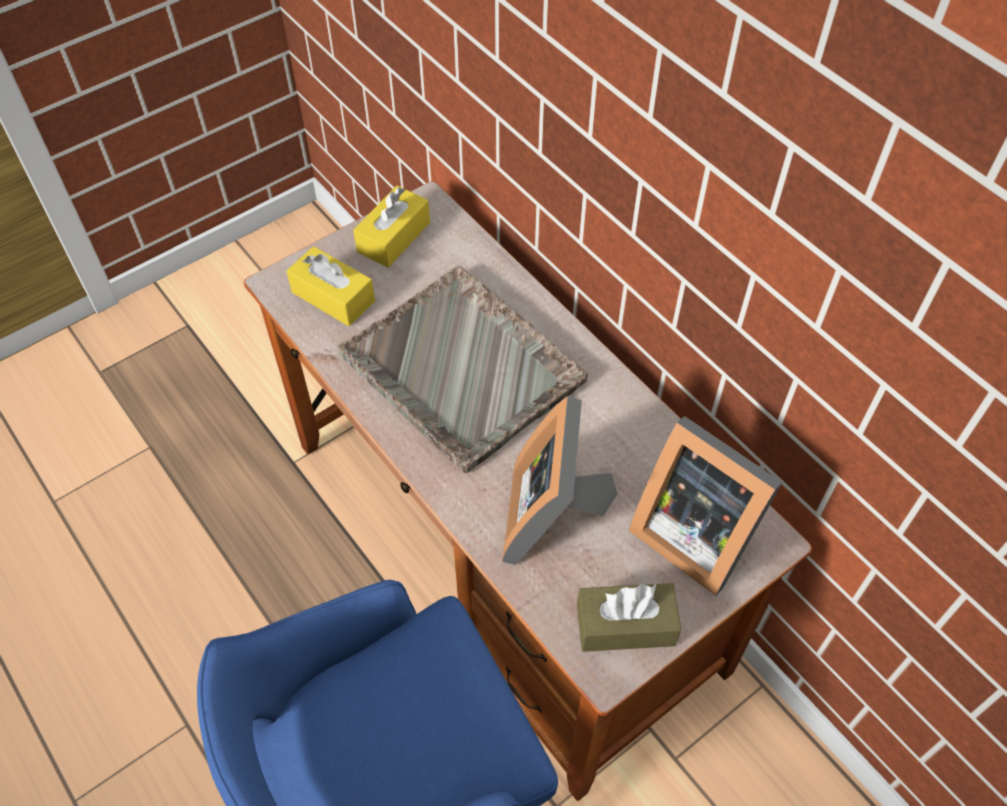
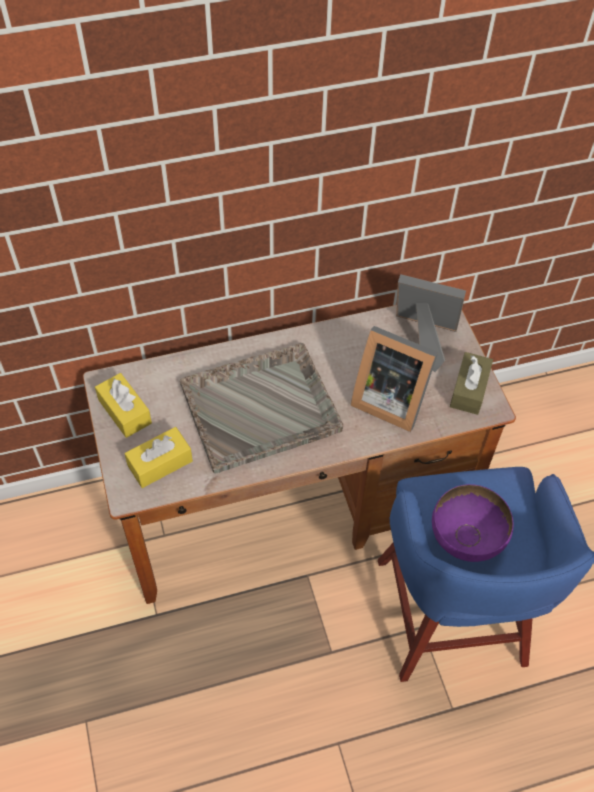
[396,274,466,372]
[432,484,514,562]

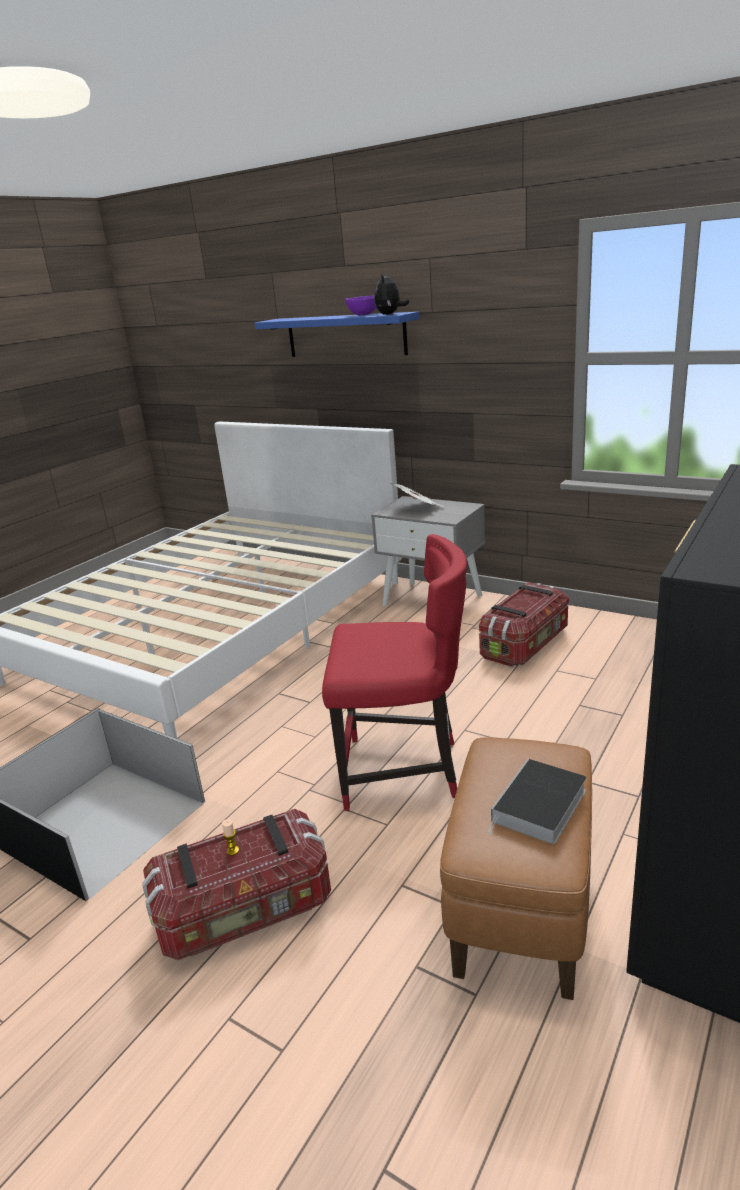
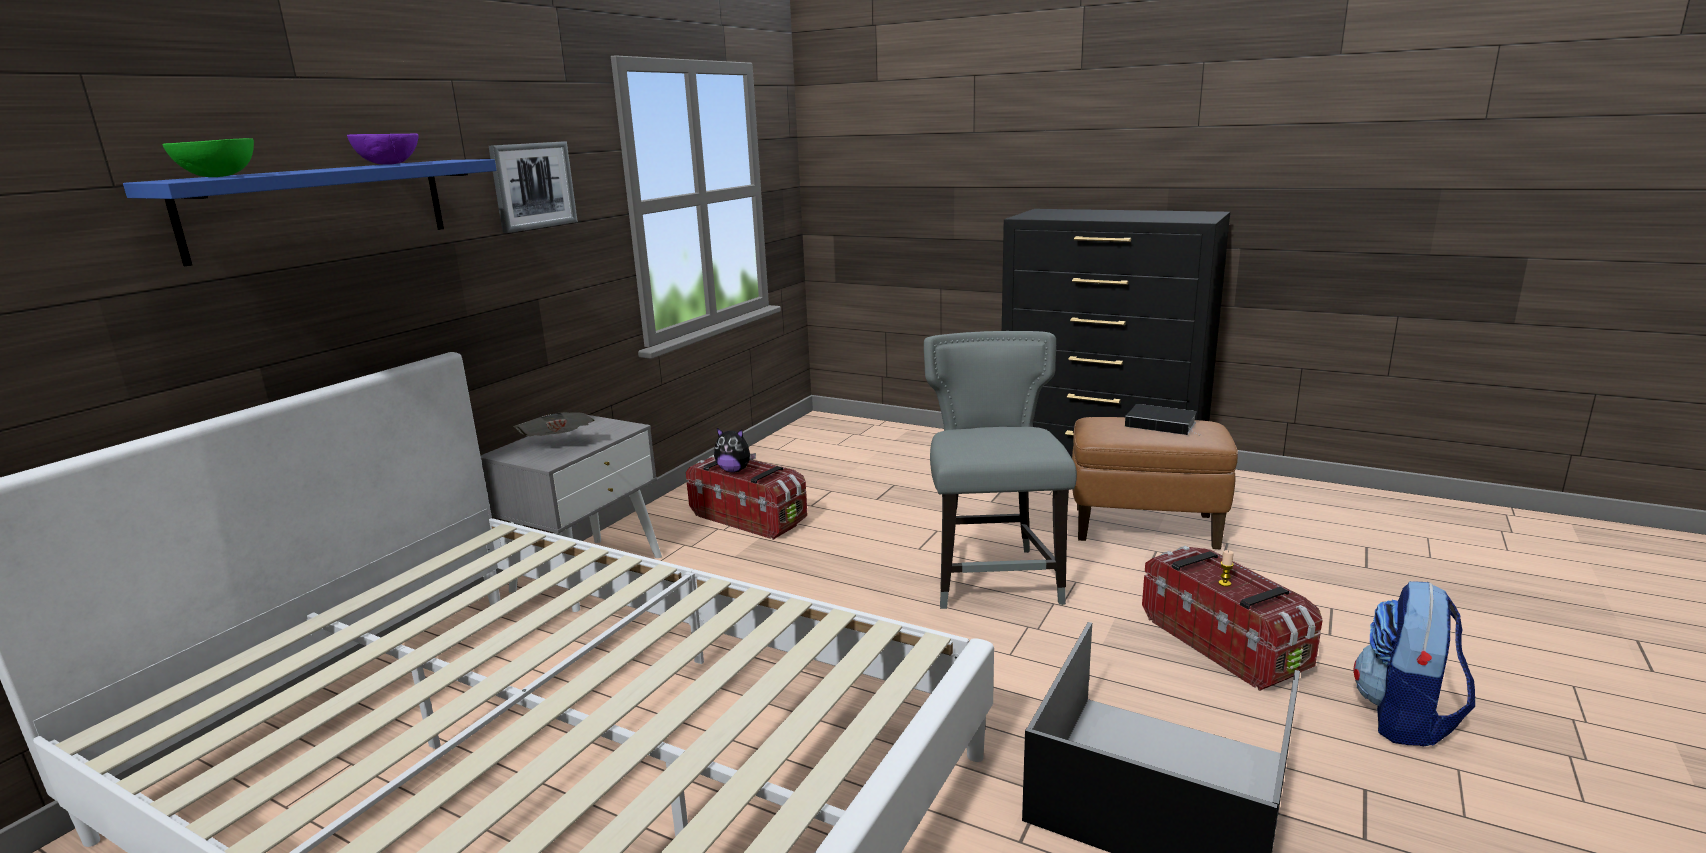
[924,331,1077,609]
[714,428,756,473]
[162,138,254,177]
[489,141,578,233]
[1353,581,1475,746]

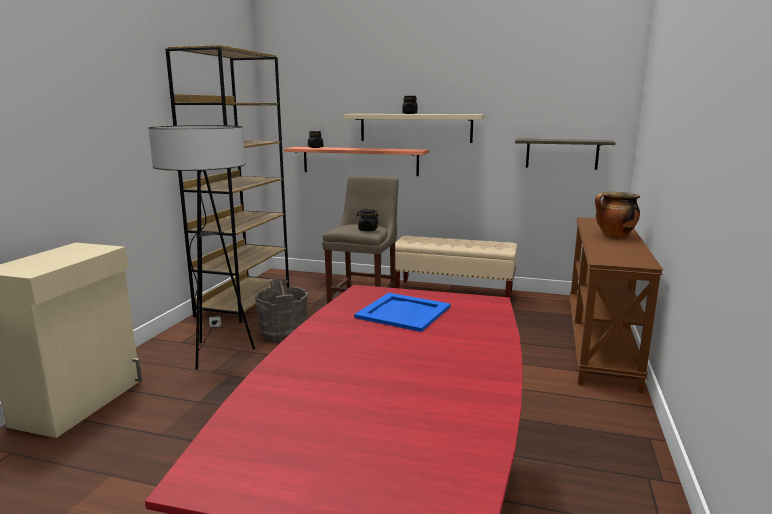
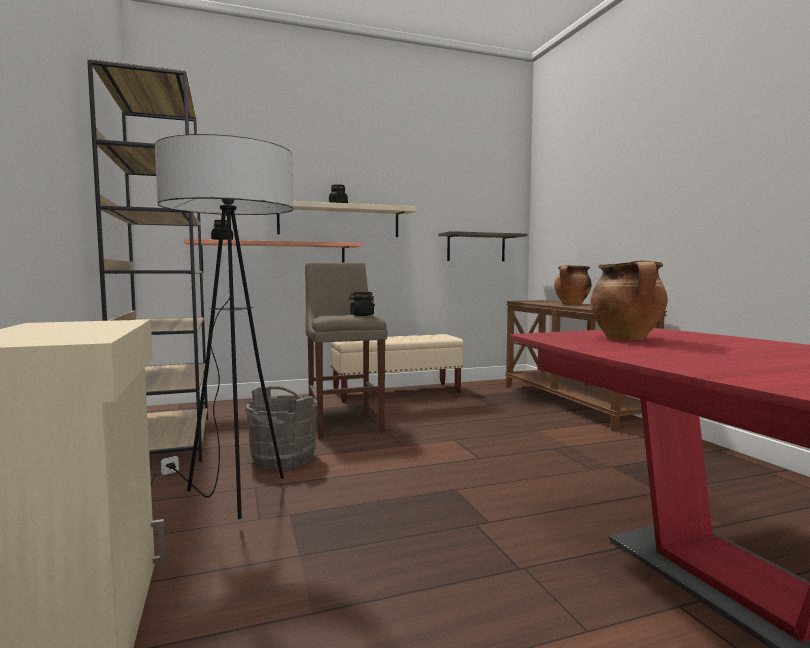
[591,260,668,340]

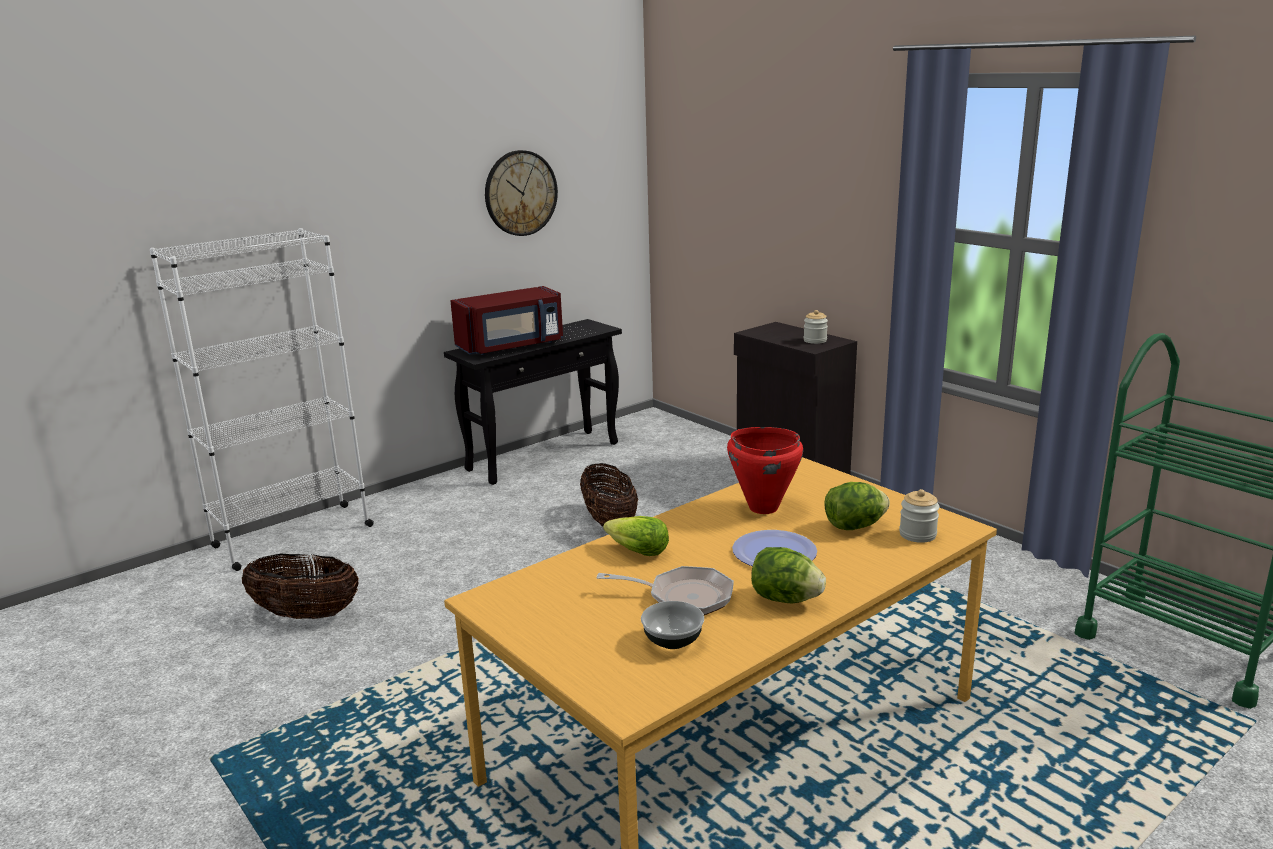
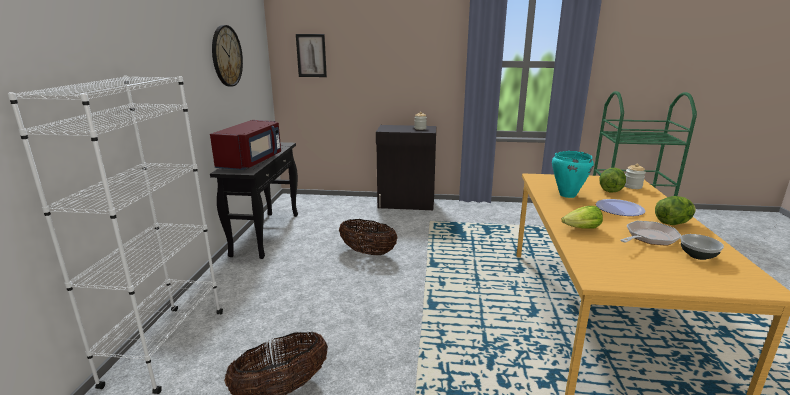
[552,151,594,198]
[296,34,327,77]

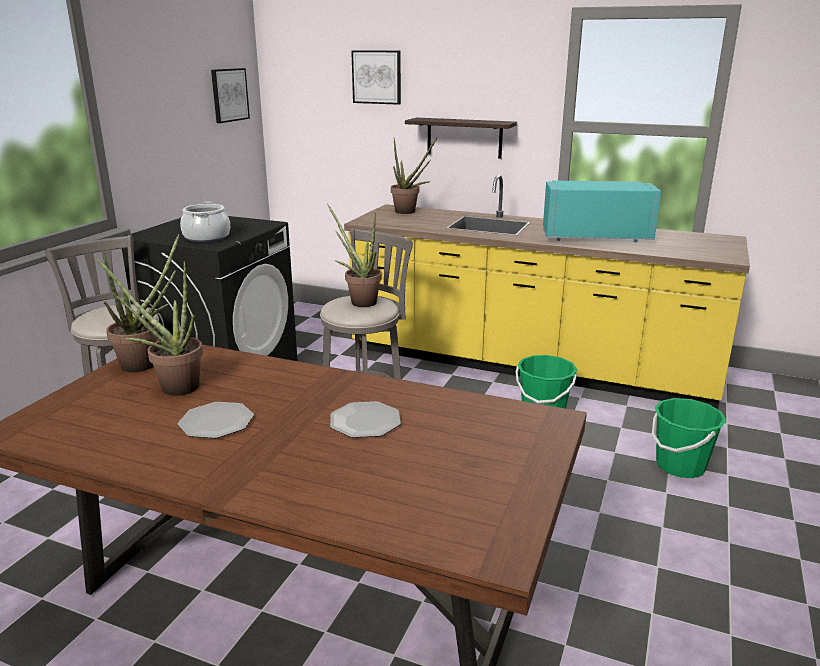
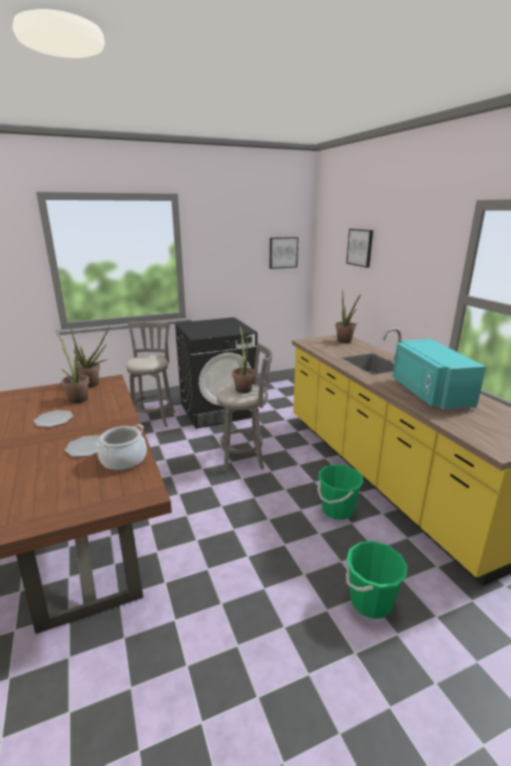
[95,424,147,471]
[405,118,517,159] (first image)
[392,339,486,410]

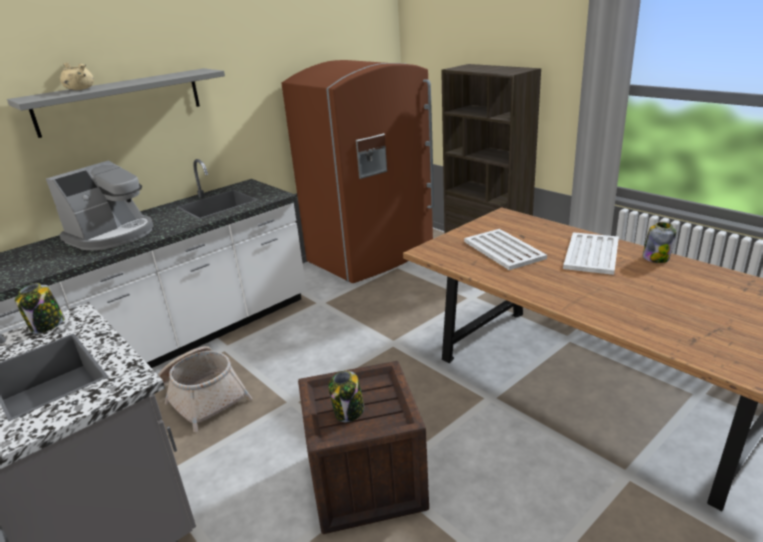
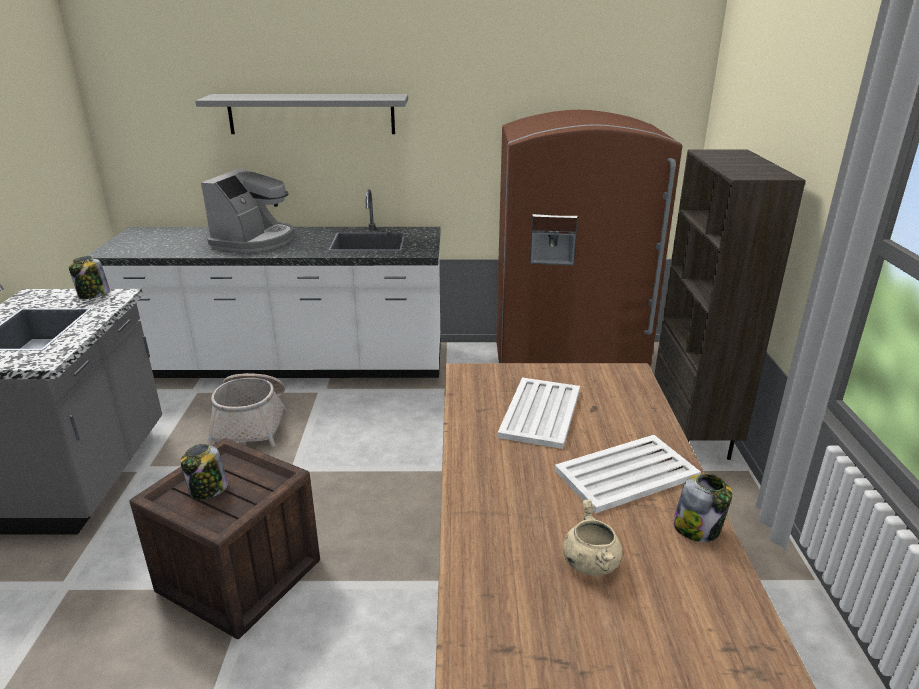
[201,168,295,252]
[563,500,622,576]

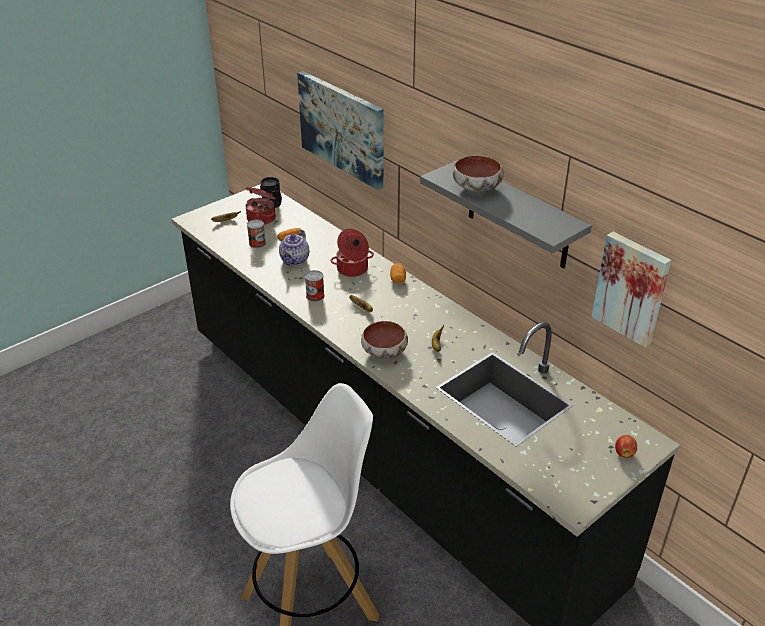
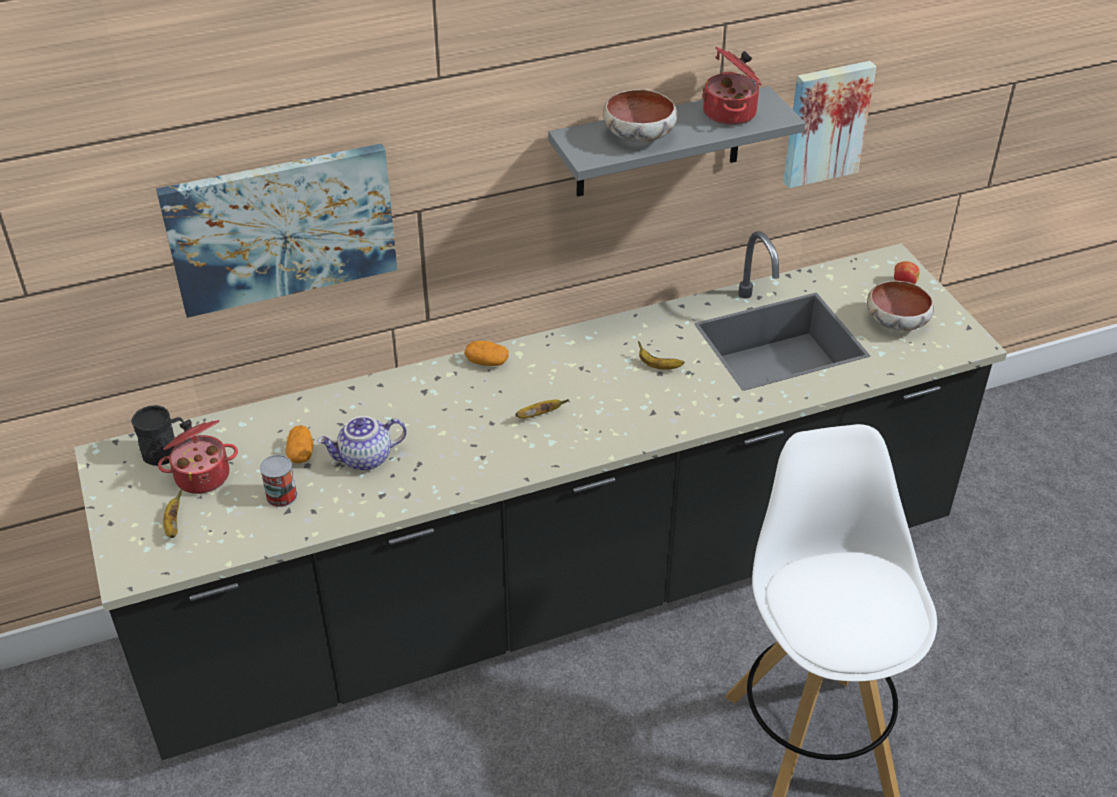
[317,416,407,471]
[305,270,324,302] (first image)
[702,47,762,125]
[867,281,934,331]

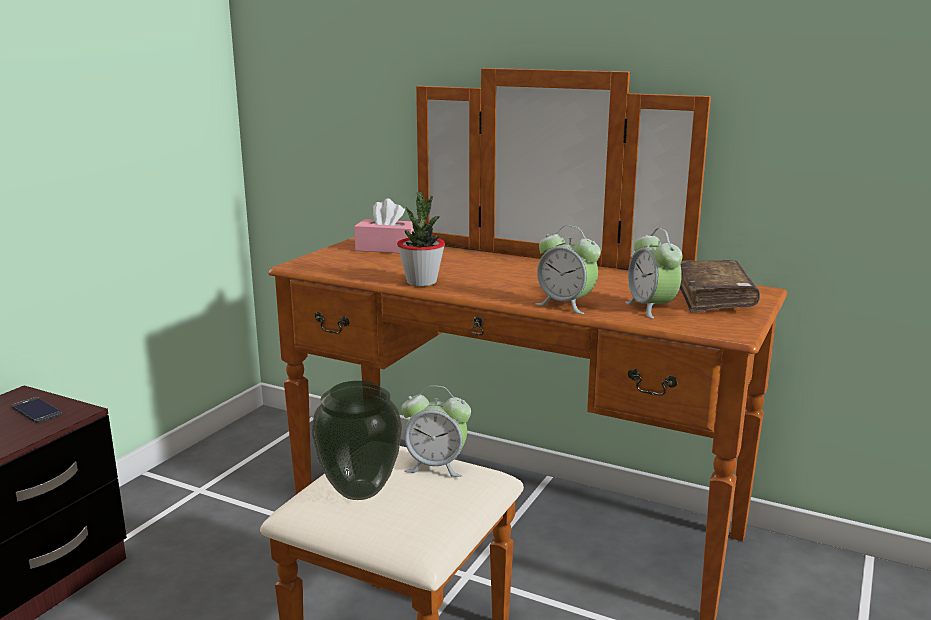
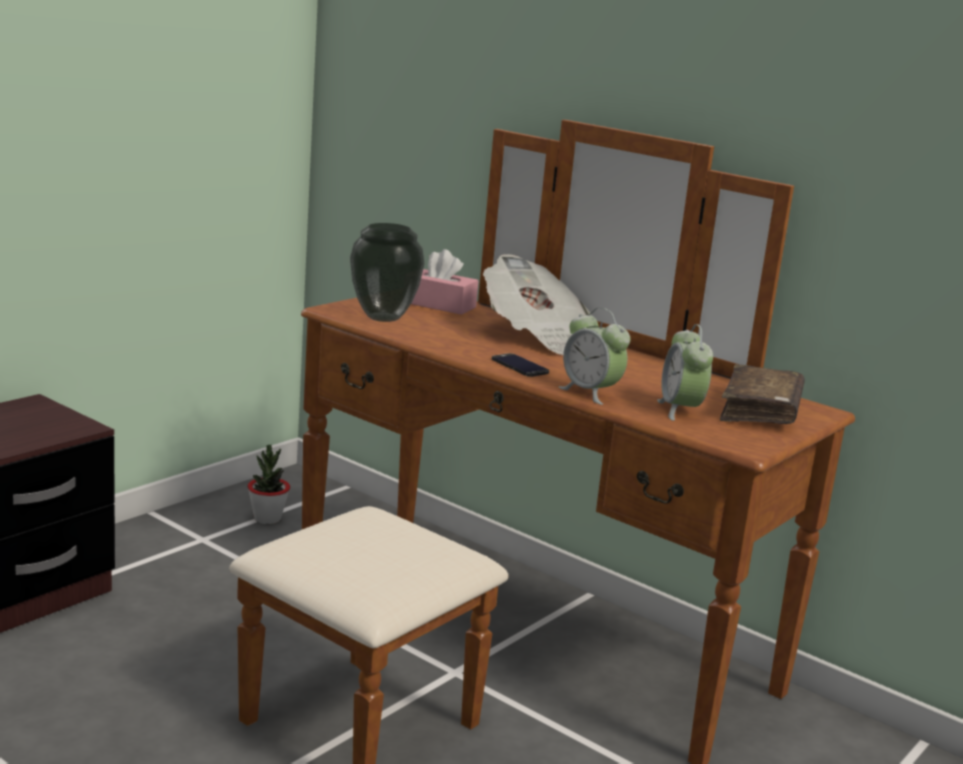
[492,353,549,377]
[350,223,425,322]
[248,445,290,524]
[401,385,471,477] (first image)
[483,254,592,355]

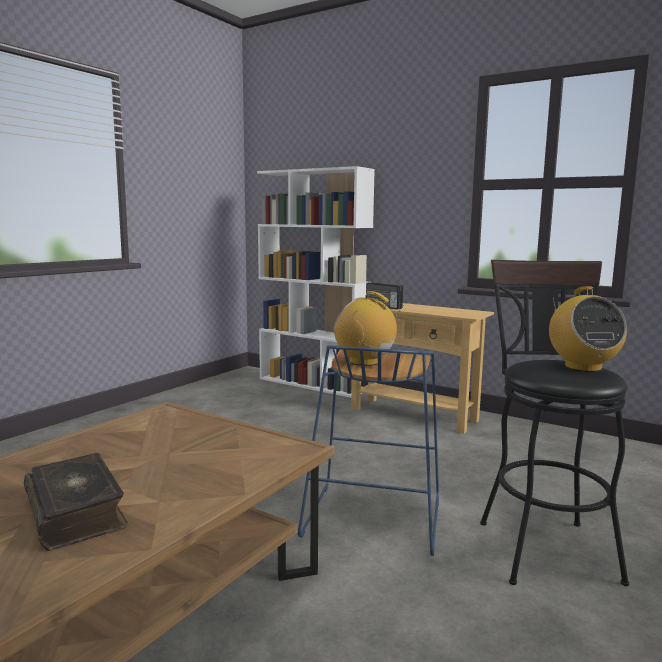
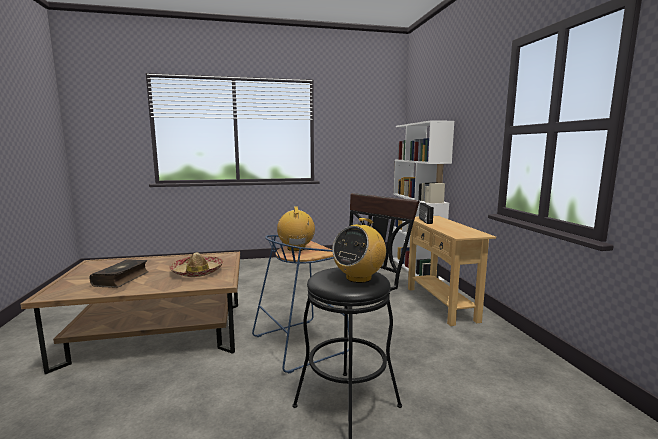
[169,253,224,277]

